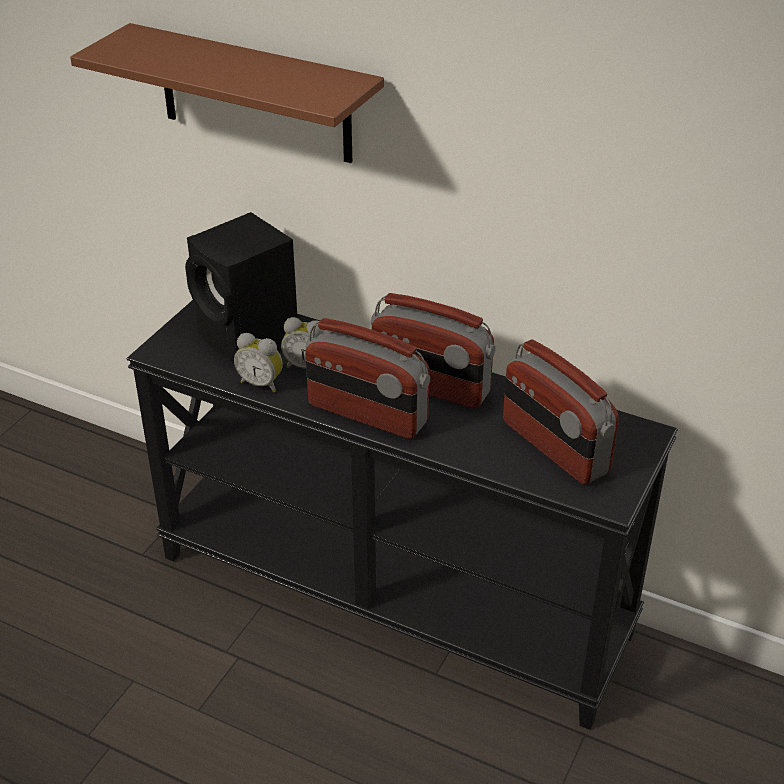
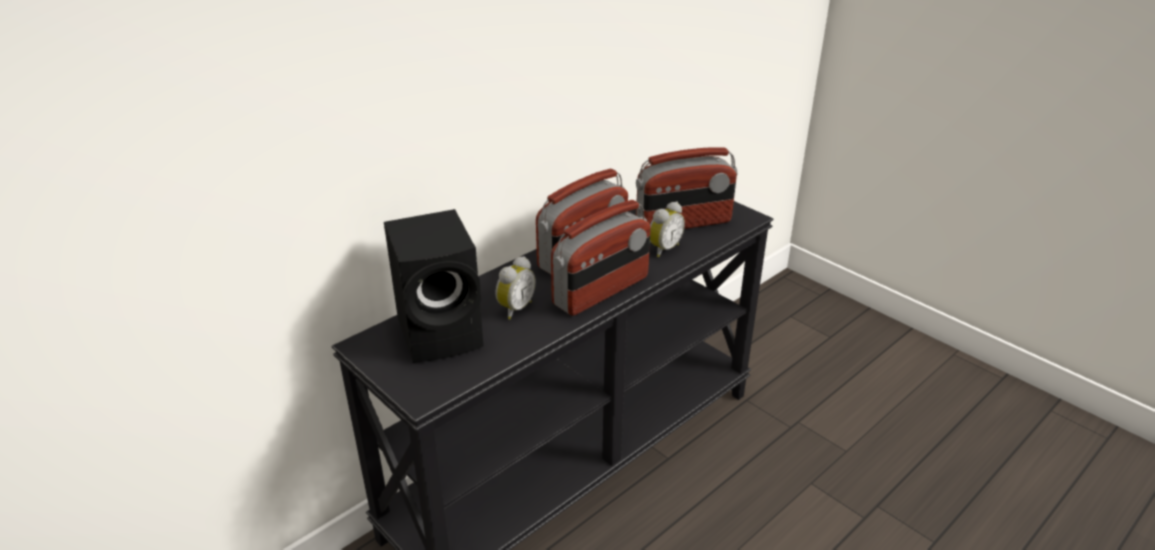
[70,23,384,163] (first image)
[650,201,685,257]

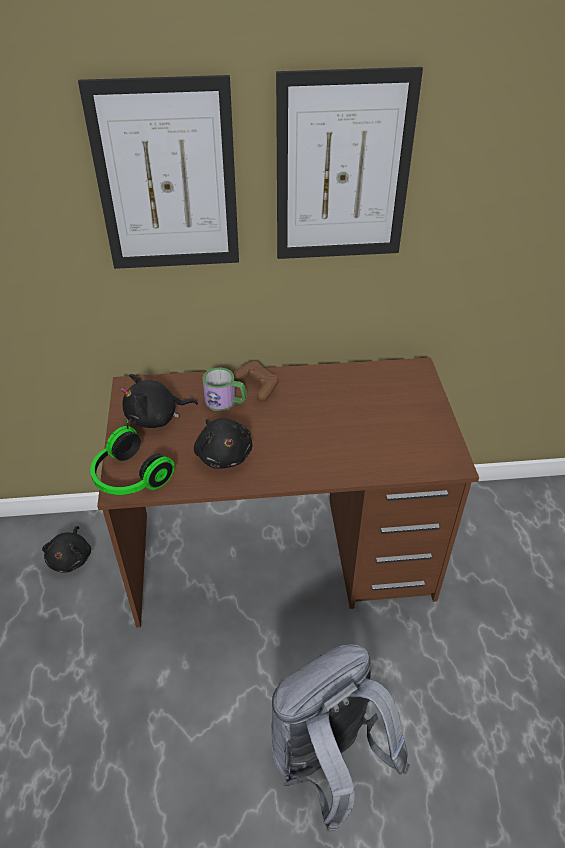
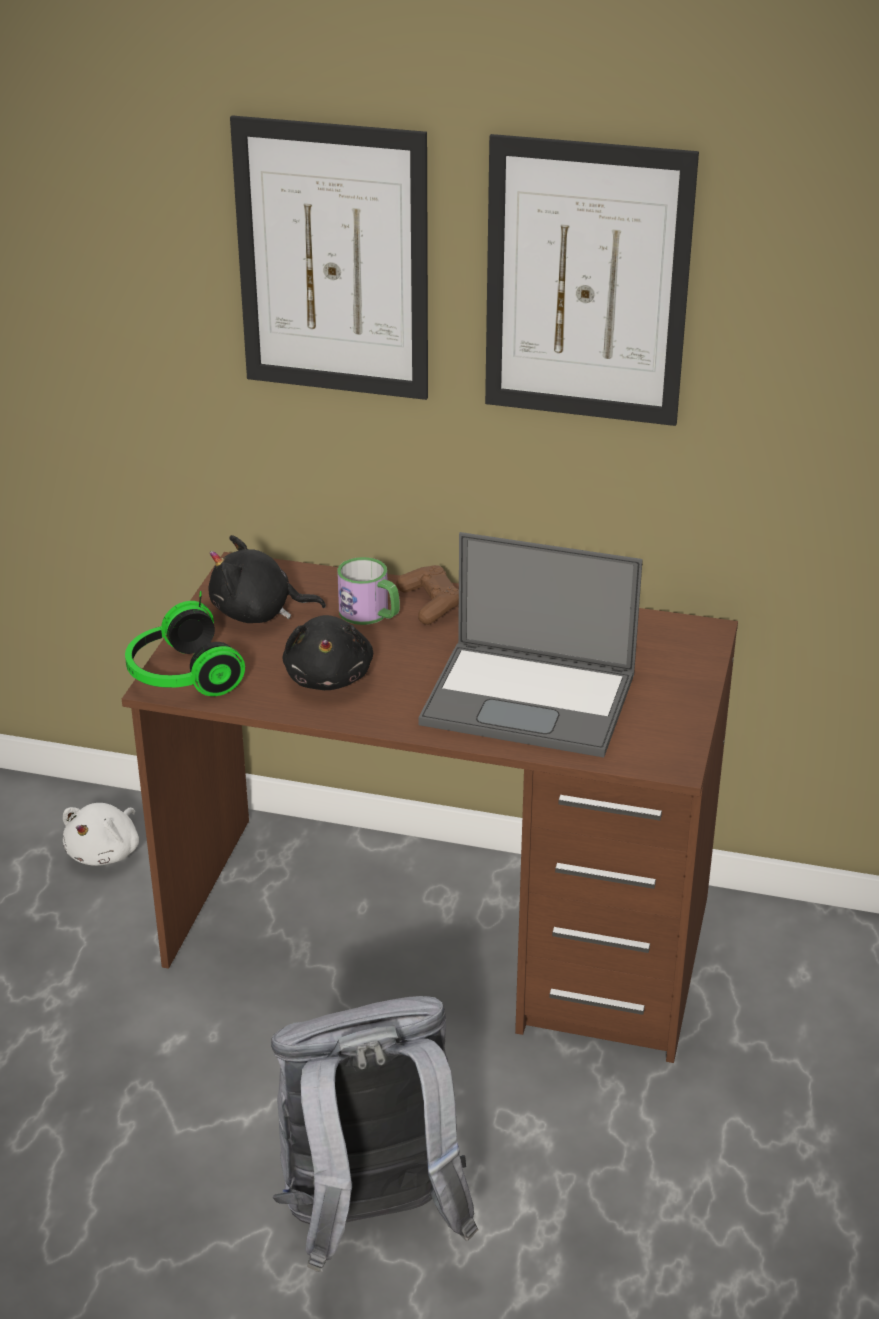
[63,803,139,866]
[418,532,643,758]

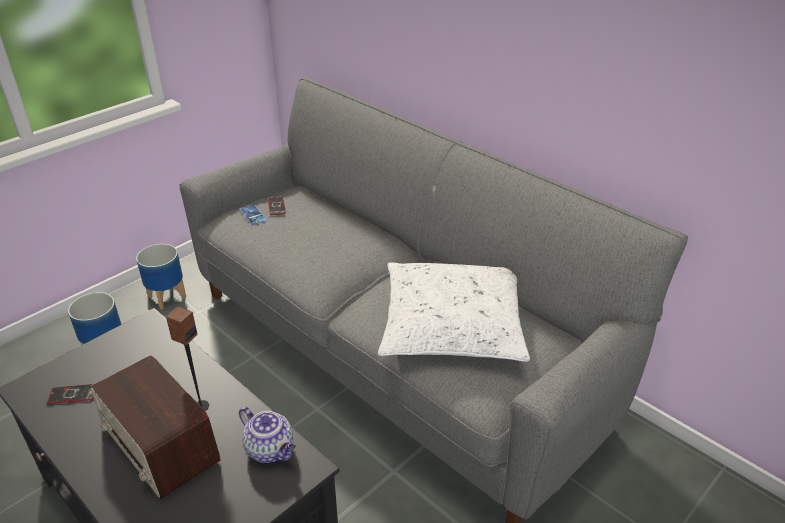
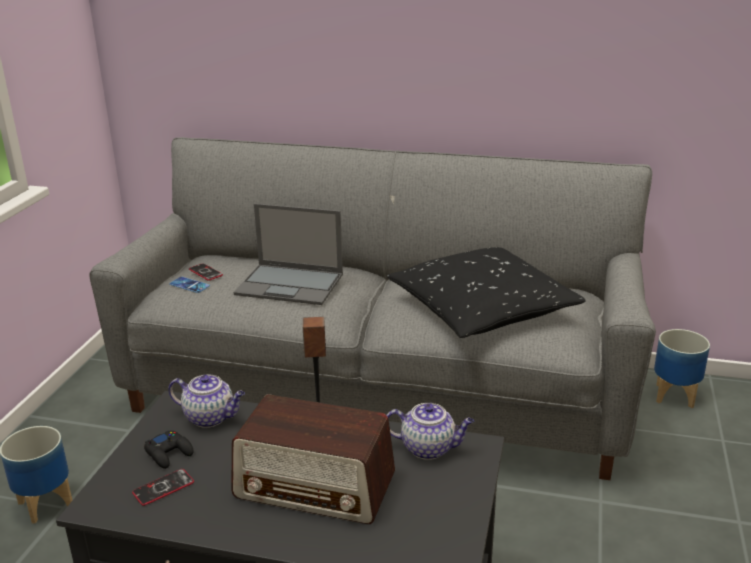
[654,329,710,408]
[387,247,586,338]
[144,430,194,469]
[168,374,245,428]
[234,203,343,305]

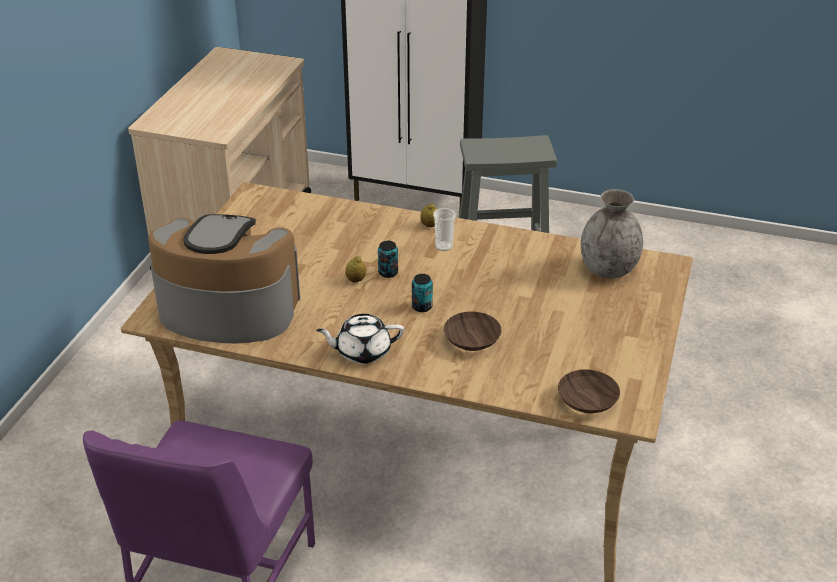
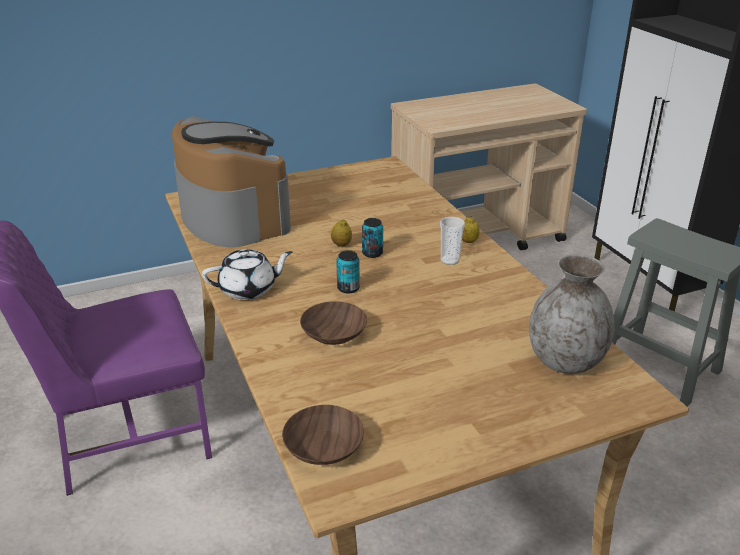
[202,249,292,300]

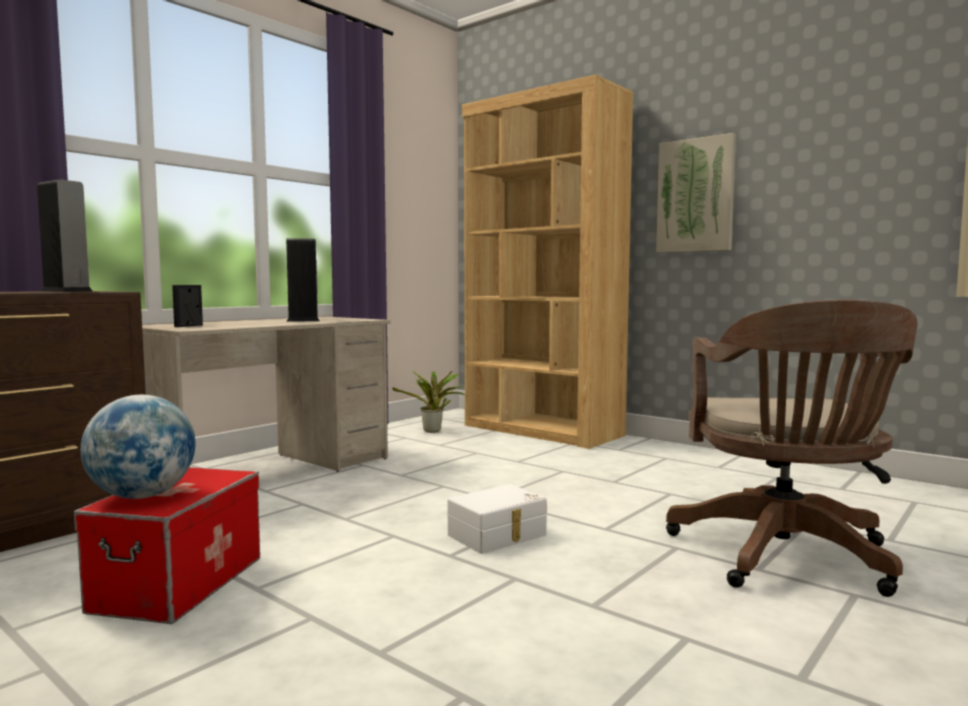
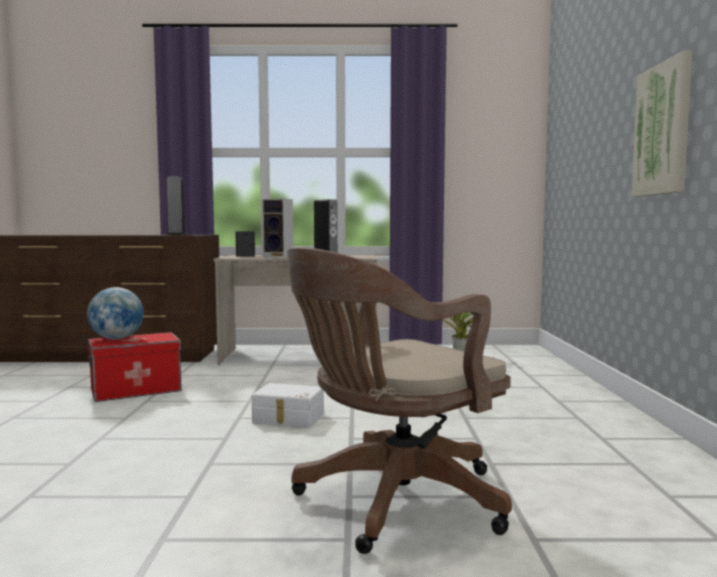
[462,75,633,449] (first image)
[262,199,293,258]

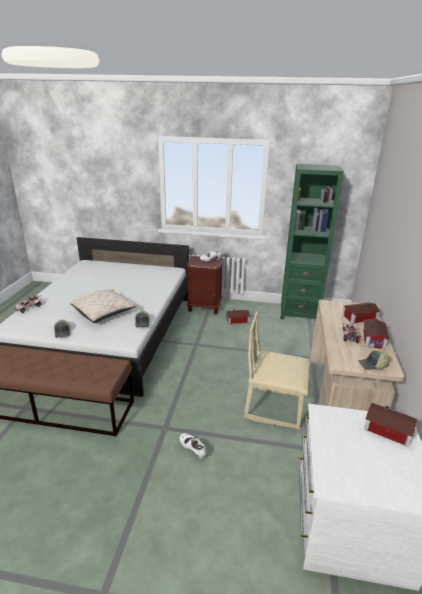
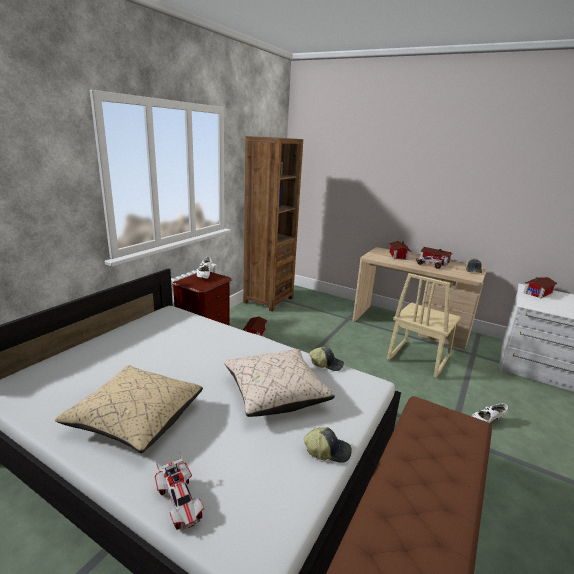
[243,136,303,312]
[55,365,203,453]

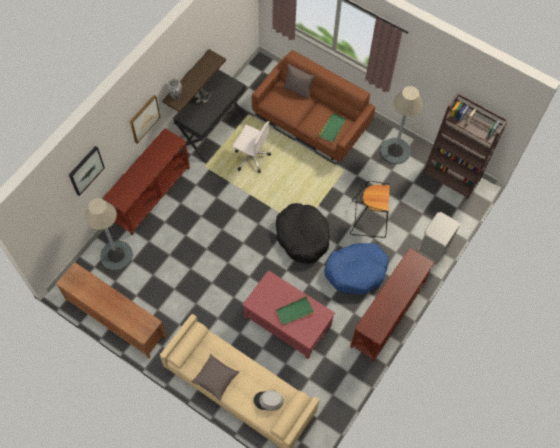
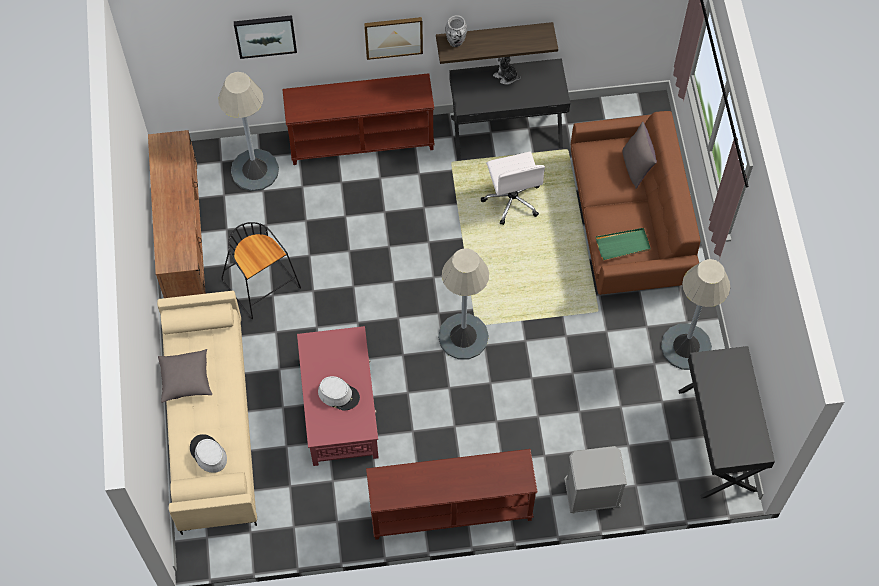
[438,248,489,359]
[318,376,360,410]
[324,243,389,294] (first image)
[222,222,301,319]
[678,346,775,498]

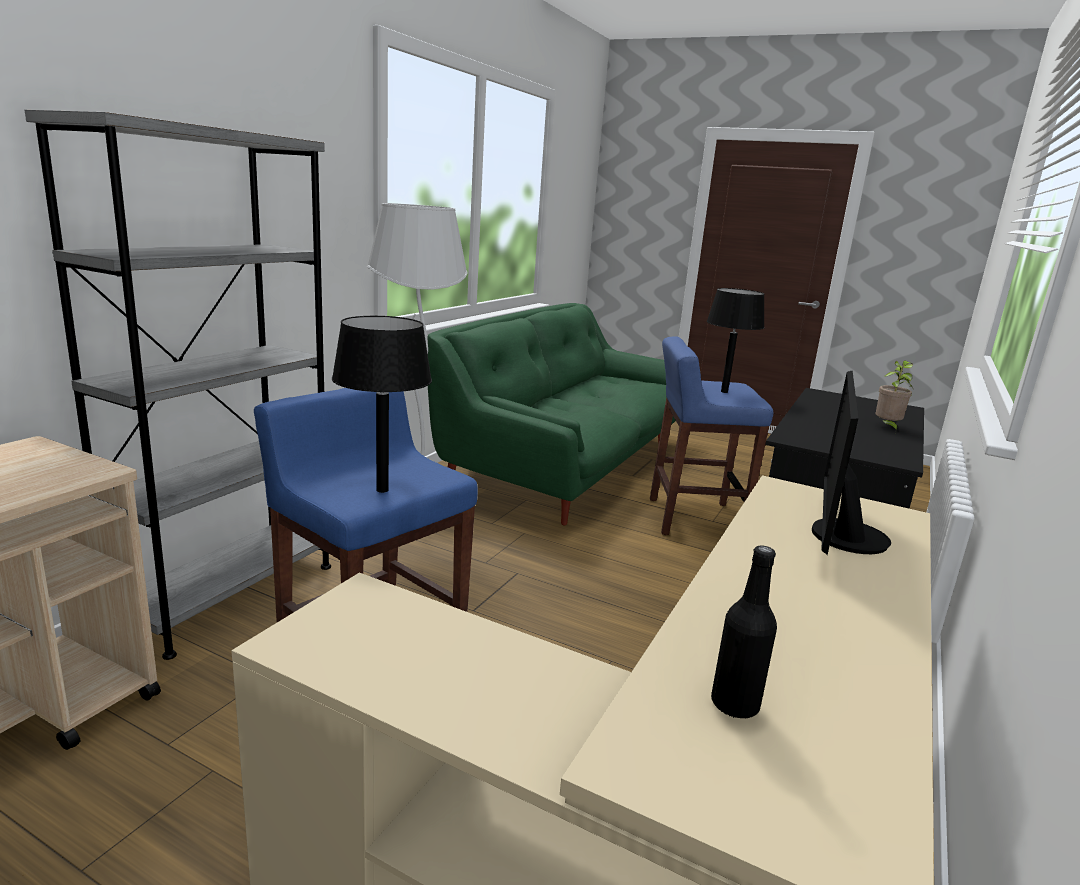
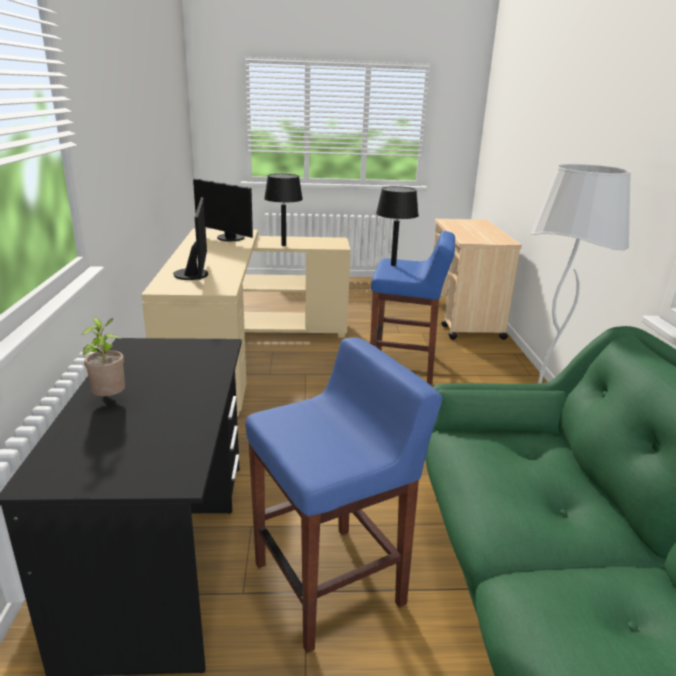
[25,110,331,660] (first image)
[264,174,303,246]
[193,178,253,241]

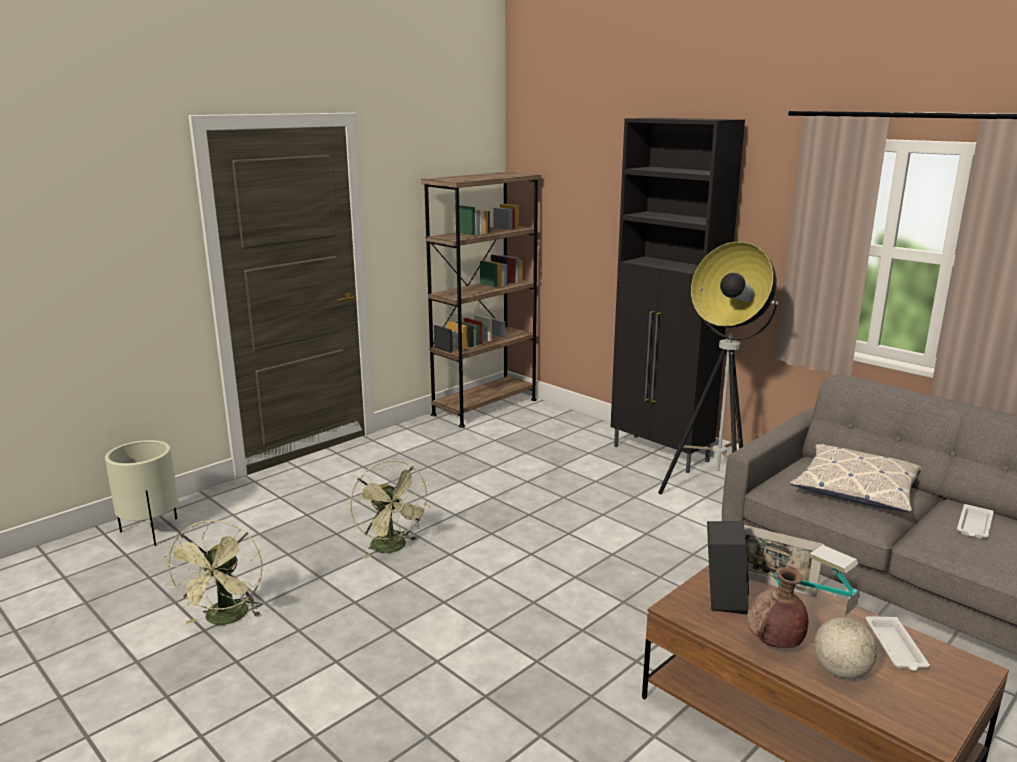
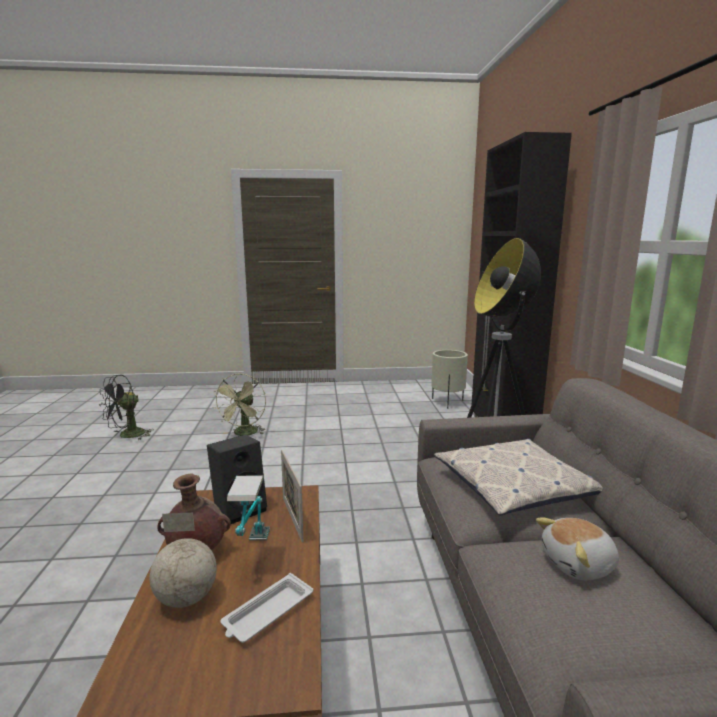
[431,350,468,409]
[99,375,154,440]
[421,172,541,428] (first image)
[536,517,619,580]

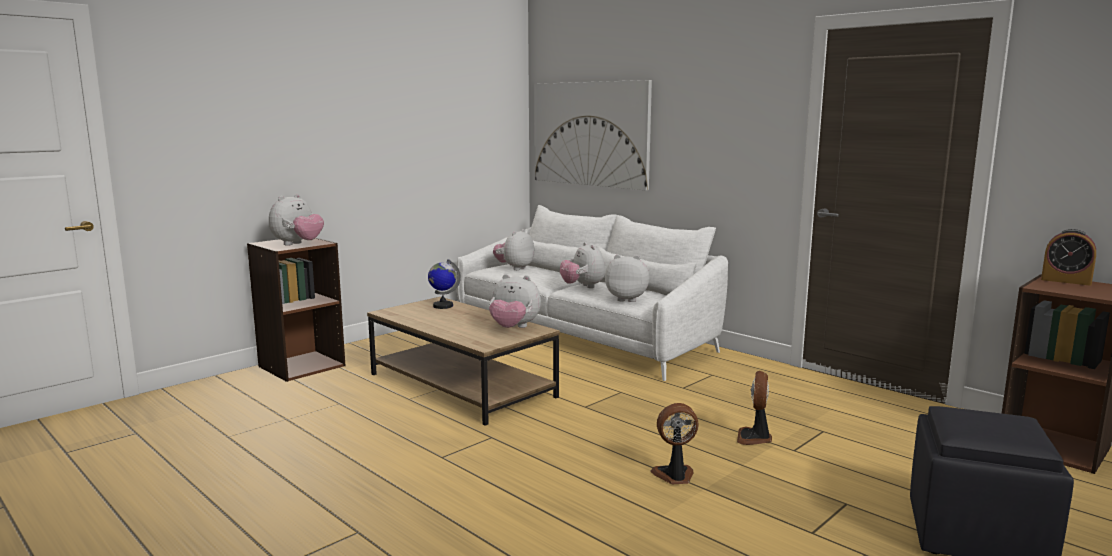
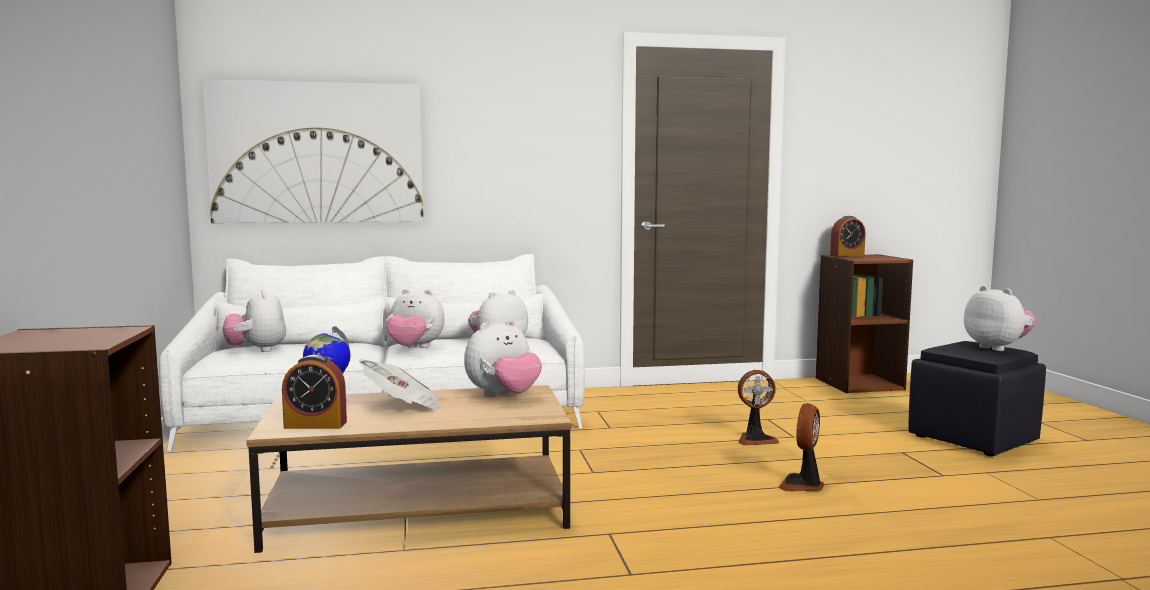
[964,286,1036,351]
[738,370,779,446]
[282,355,347,429]
[359,360,441,410]

